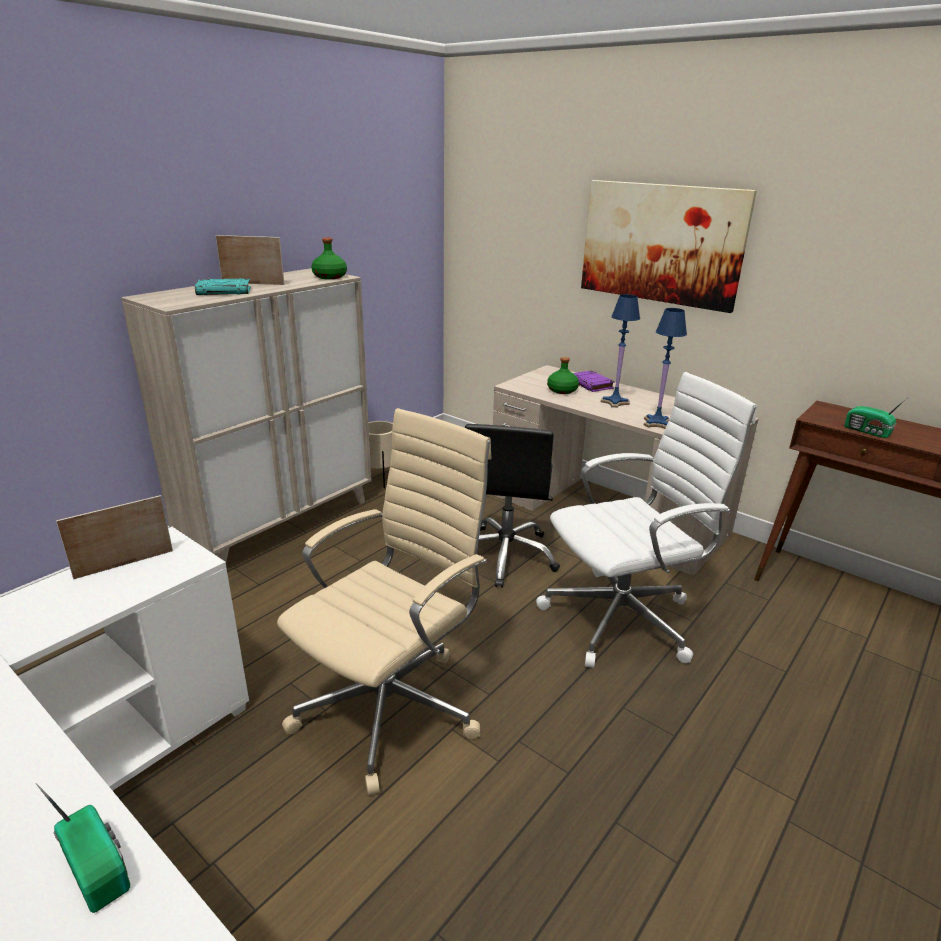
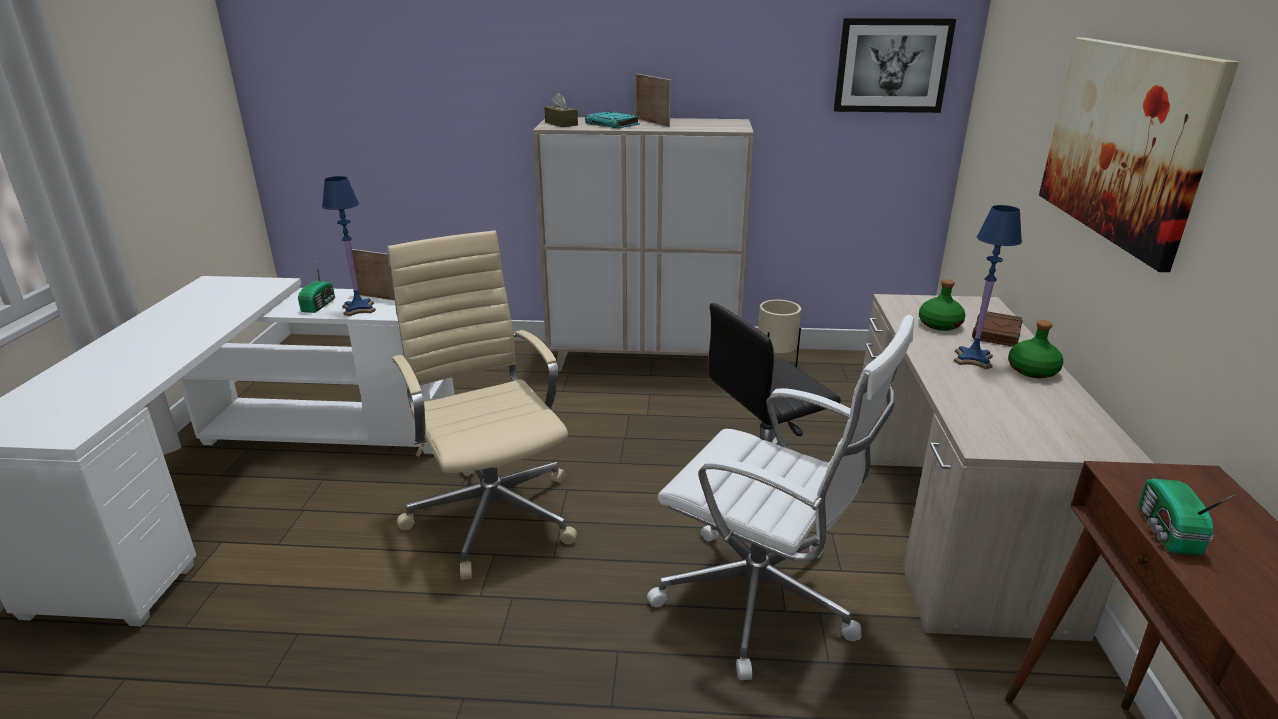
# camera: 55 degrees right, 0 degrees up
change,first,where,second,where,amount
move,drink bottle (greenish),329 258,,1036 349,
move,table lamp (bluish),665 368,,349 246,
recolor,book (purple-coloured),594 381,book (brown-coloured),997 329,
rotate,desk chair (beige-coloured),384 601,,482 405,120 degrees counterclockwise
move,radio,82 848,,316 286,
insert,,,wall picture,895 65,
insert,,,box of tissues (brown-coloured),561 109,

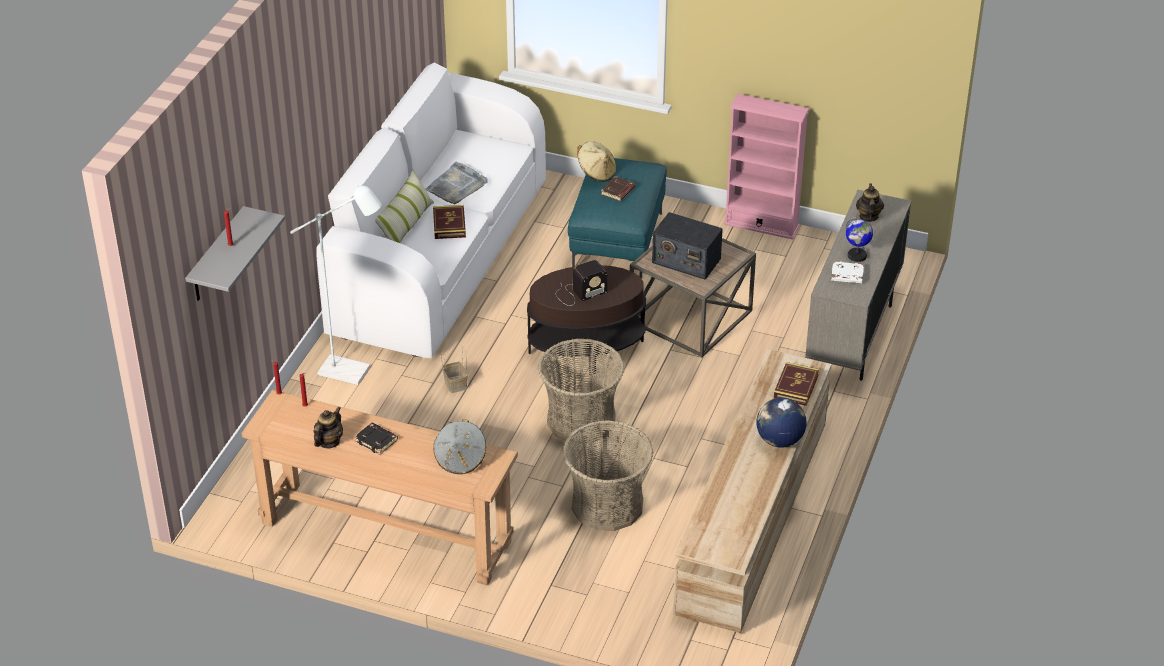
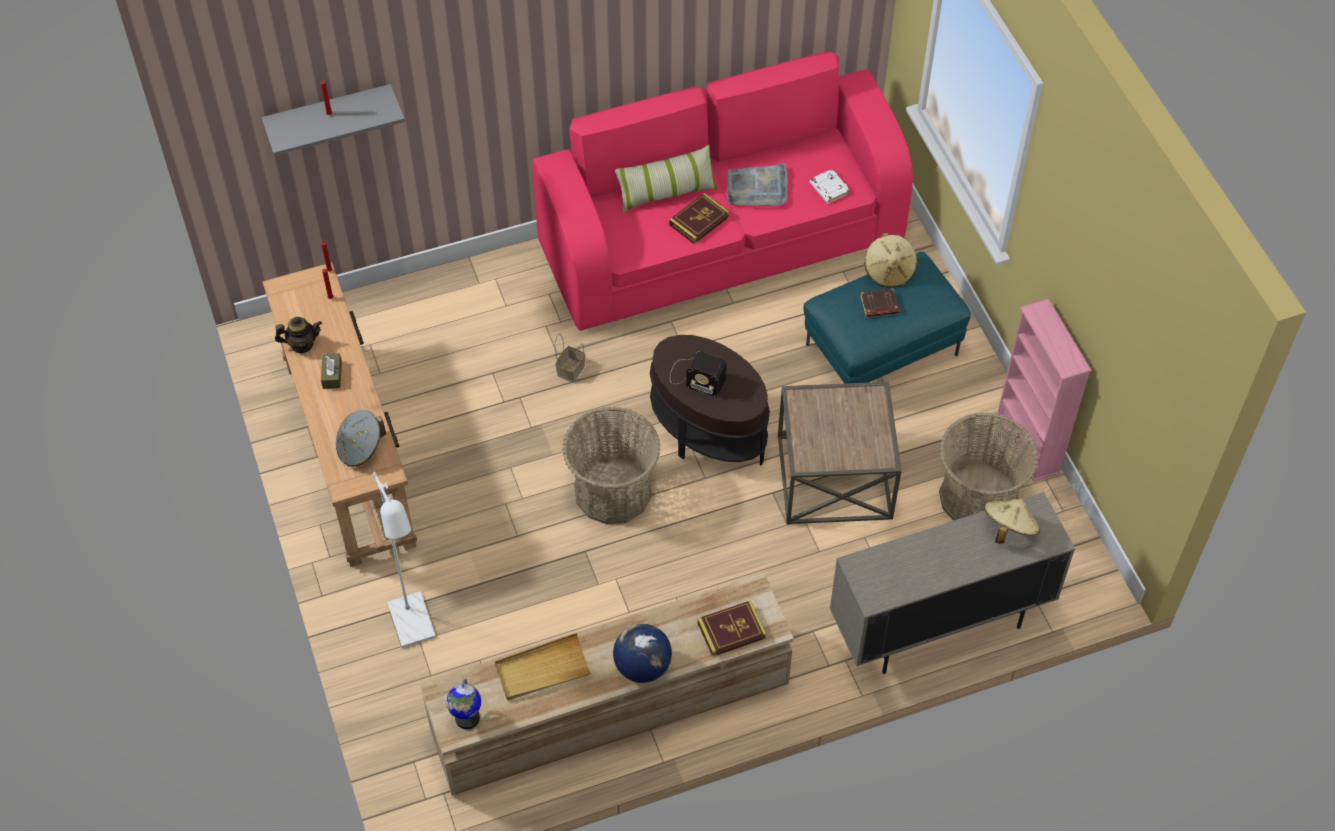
# camera: 50 degrees right, 15 degrees up
change,first,where,second,where,amount
recolor,settee (white),431 210,settee (pink-coloured),722 191,
replace,teapot,870 202,wearable hat (beige-coloured),1012 521,
move,floor lamp (white),336 284,,404 560,
delete,radio,687 246,,,
move,desk globe,859 239,,463 704,
move,book (white),847 272,,829 186,
move,storage basket,608 476,,988 467,
replace,book (blackish),376 438,box of tissues (brown-coloured),331 371,
insert,,,tray (beige-coloured),543 666,

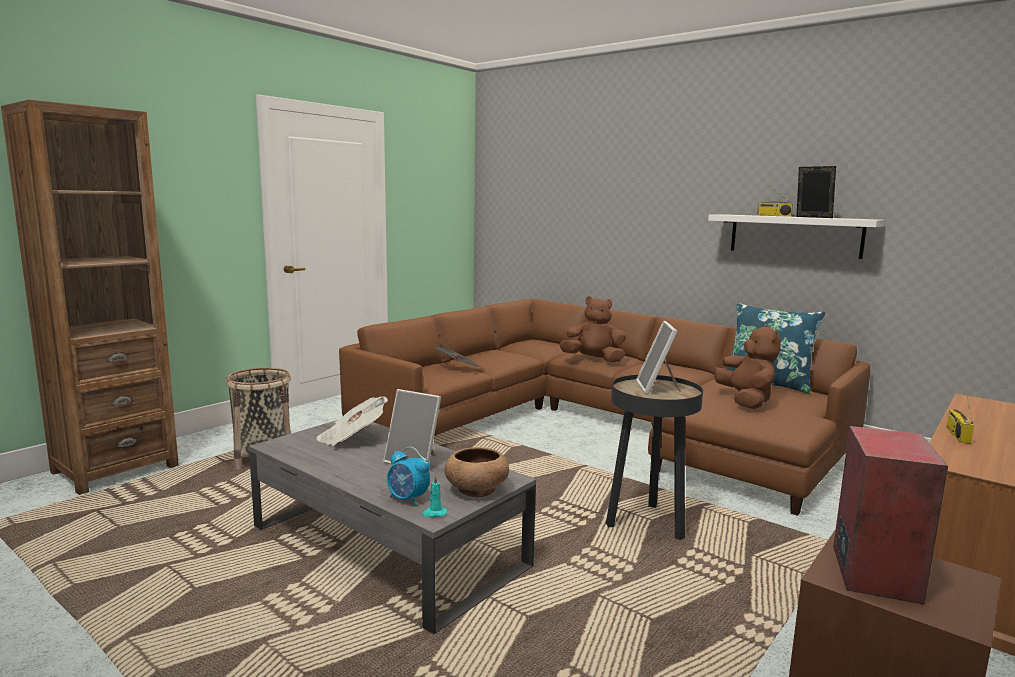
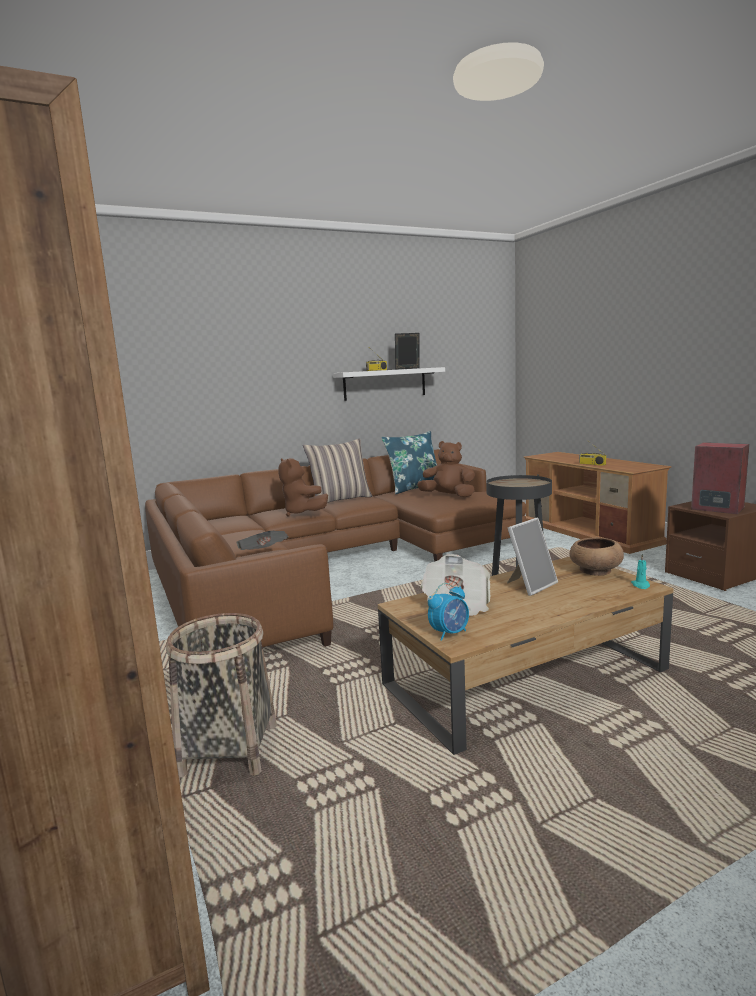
# camera: 65 degrees left, 0 degrees up
change,first,where,second,where,amount
rotate,plush toy (brown-coloured),592 329,,303 487,75 degrees counterclockwise
delete,picture frame,658 358,,,
recolor,coffee table (gray),392 527,coffee table (brown-coloured),526 656,
move,table clock,408 476,,448 612,
insert,,,pillow,337 471,

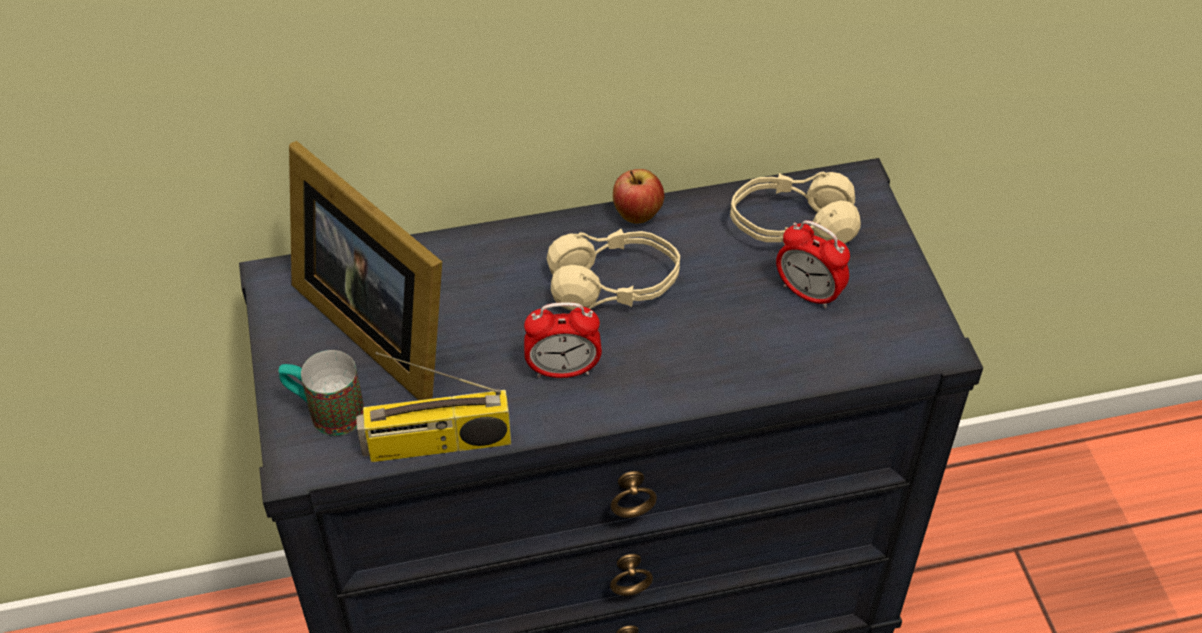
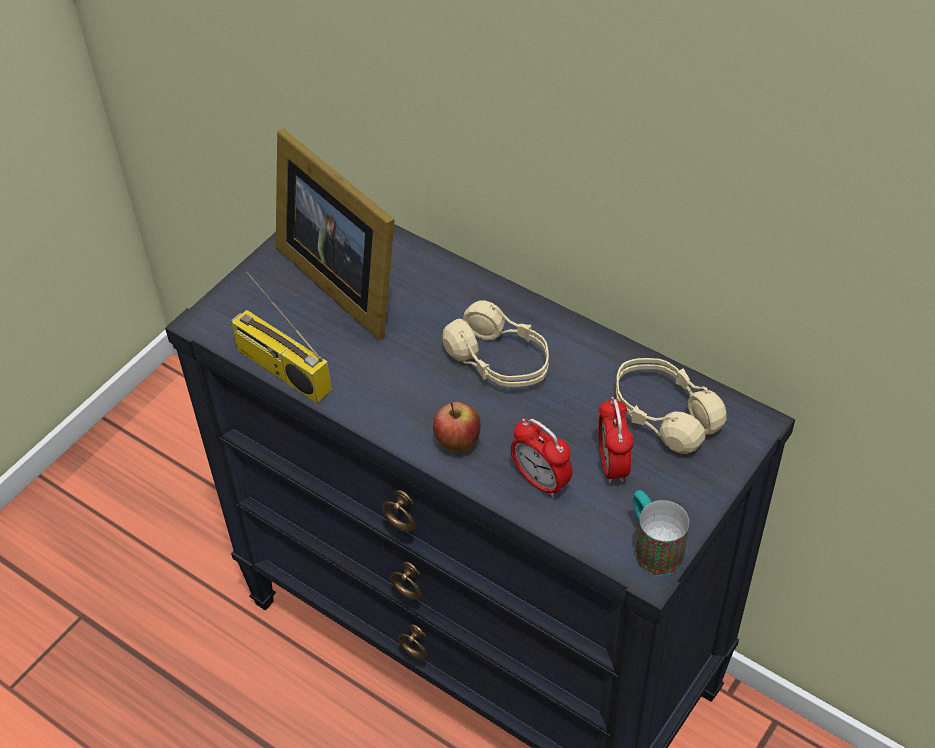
# camera: 50 degrees right, 0 degrees up
change,first,where,second,where,amount
rotate,picture frame,365 270,,335 234,45 degrees counterclockwise
move,whole apple,638 196,,457 427,
move,table clock,563 340,,541 458,
move,tea mug,321 393,,661 533,

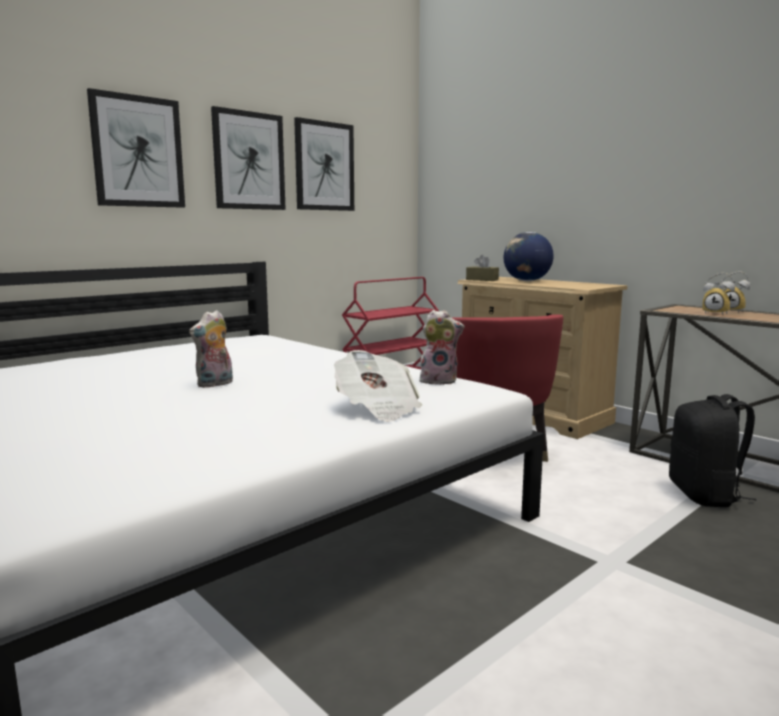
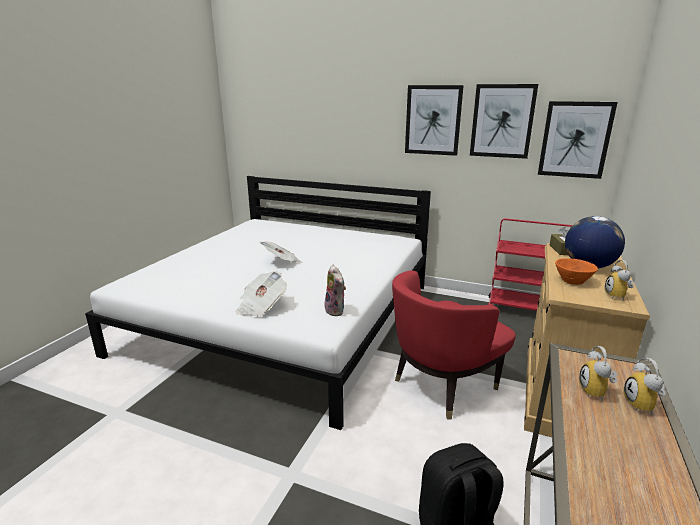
# camera: 65 degrees right, 10 degrees up
change,first,where,second,where,amount
move,wall picture,136 148,,578 140,
replace,plush toy,211 349,printed paper,281 252,
insert,,,bowl (orangey),576 271,
insert,,,table clock,619 280,

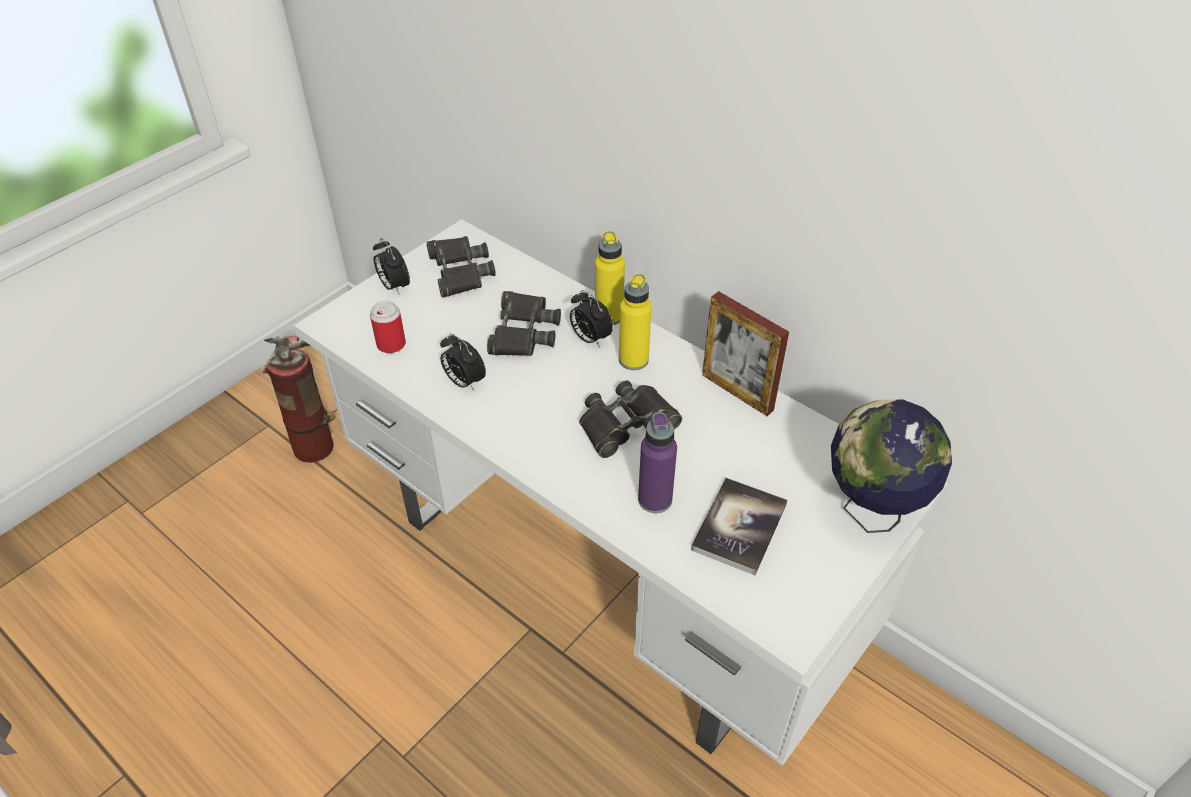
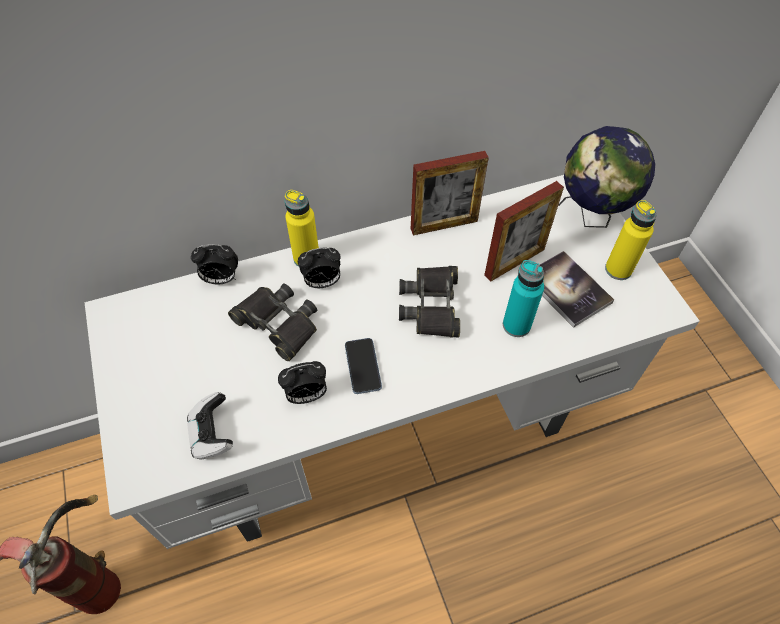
# camera: 60 degrees left, 10 degrees up
change,first,where,second,where,amount
delete,pair of binoculars (blackish),461 266,,,
move,table clock,391 266,,214 264,
move,drink bottle (yellow-coloured),635 322,,630 240,
replace,metal can,388 327,joypad,210 425,
recolor,drink bottle (purple-coloured),657 462,drink bottle (blue-green),523 298,
insert,,,picture frame,524 231,
insert,,,handset,363 366,

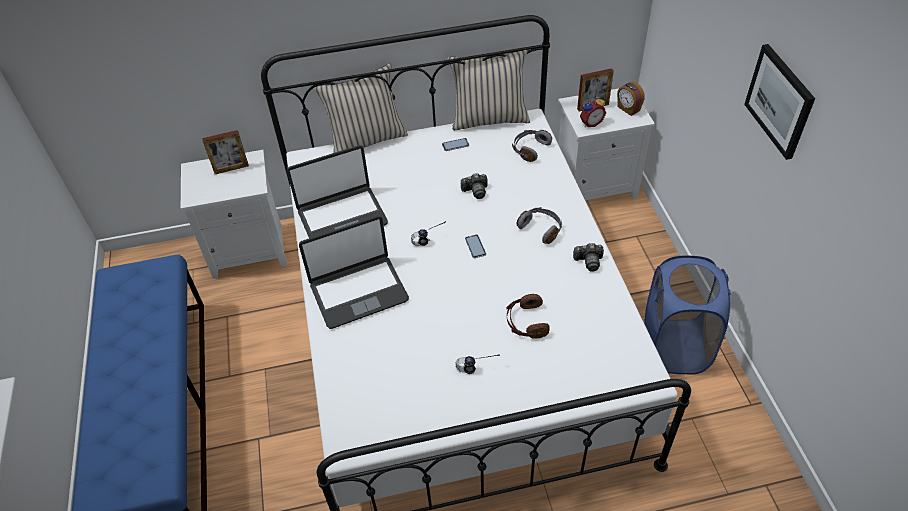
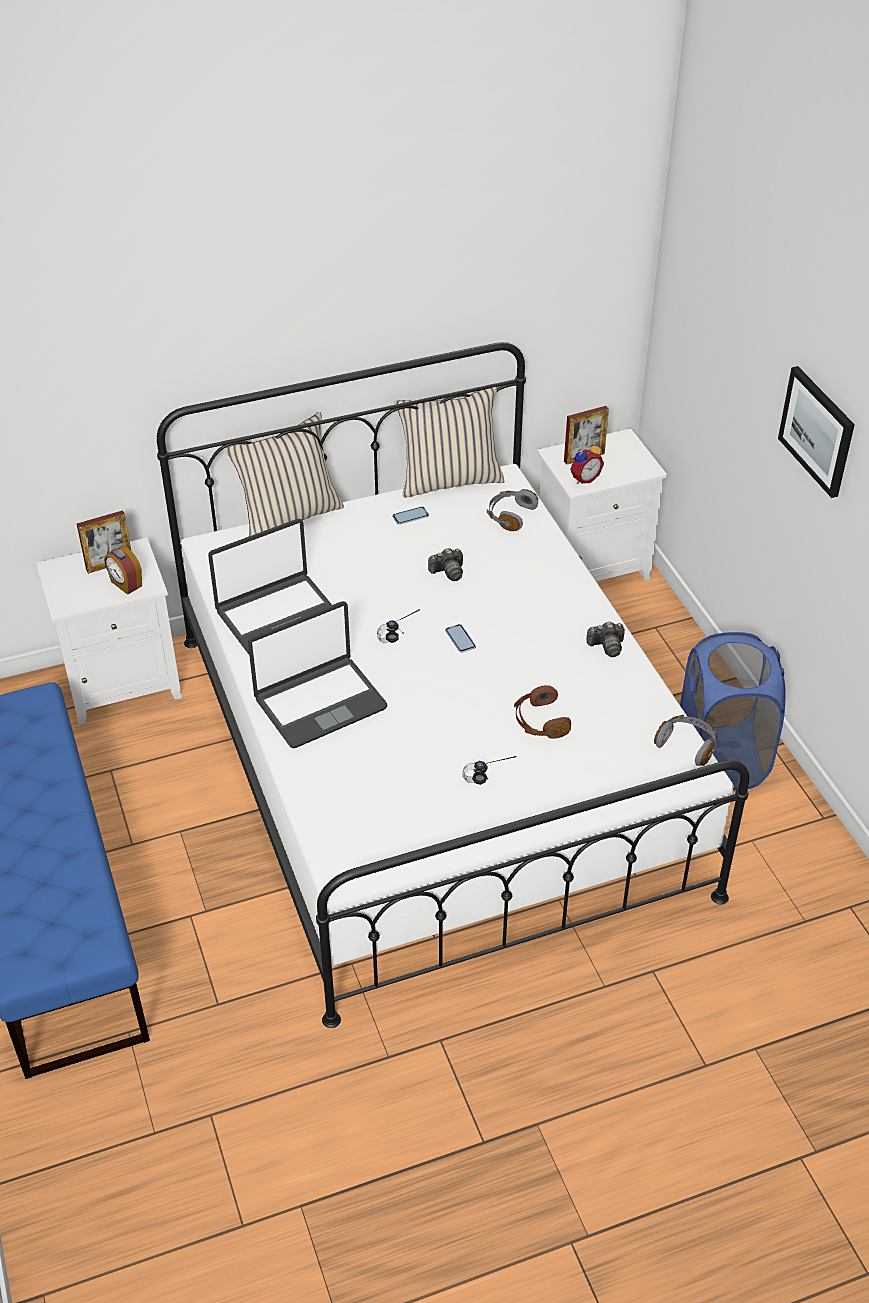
# camera: 10 degrees left, 5 degrees down
change,first,where,second,where,amount
move,table clock,631 98,,123 570,
move,headset (gray),539 225,,685 740,

